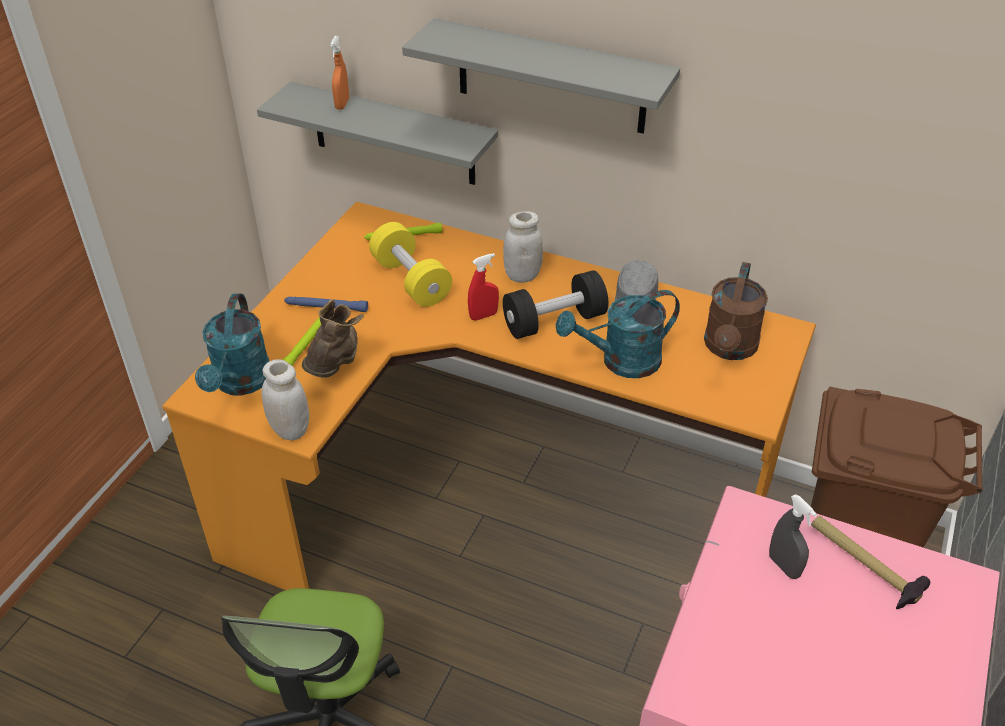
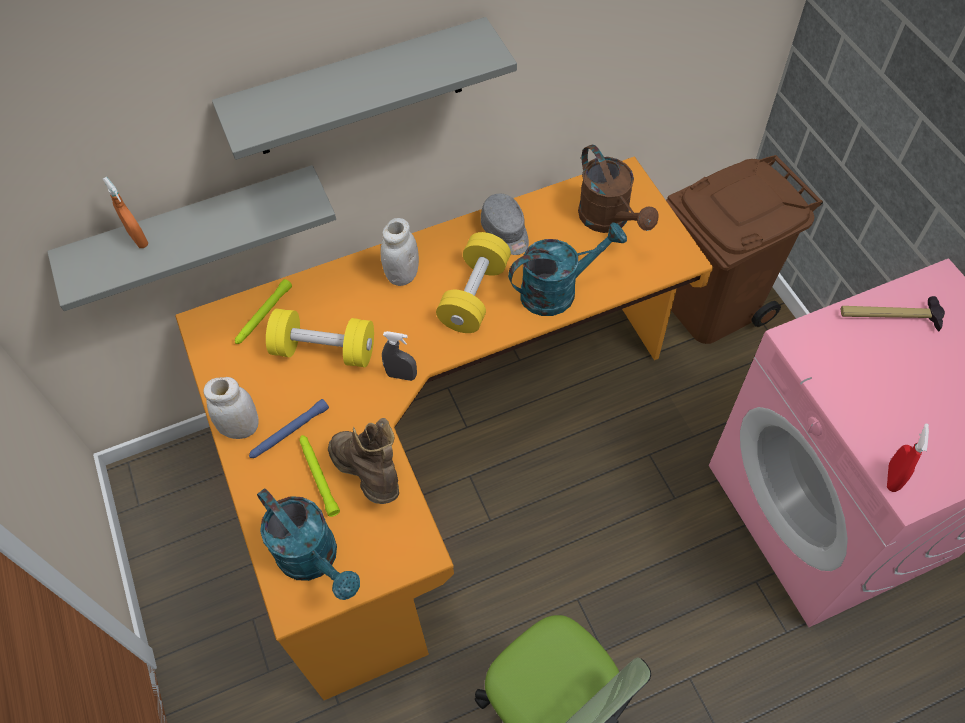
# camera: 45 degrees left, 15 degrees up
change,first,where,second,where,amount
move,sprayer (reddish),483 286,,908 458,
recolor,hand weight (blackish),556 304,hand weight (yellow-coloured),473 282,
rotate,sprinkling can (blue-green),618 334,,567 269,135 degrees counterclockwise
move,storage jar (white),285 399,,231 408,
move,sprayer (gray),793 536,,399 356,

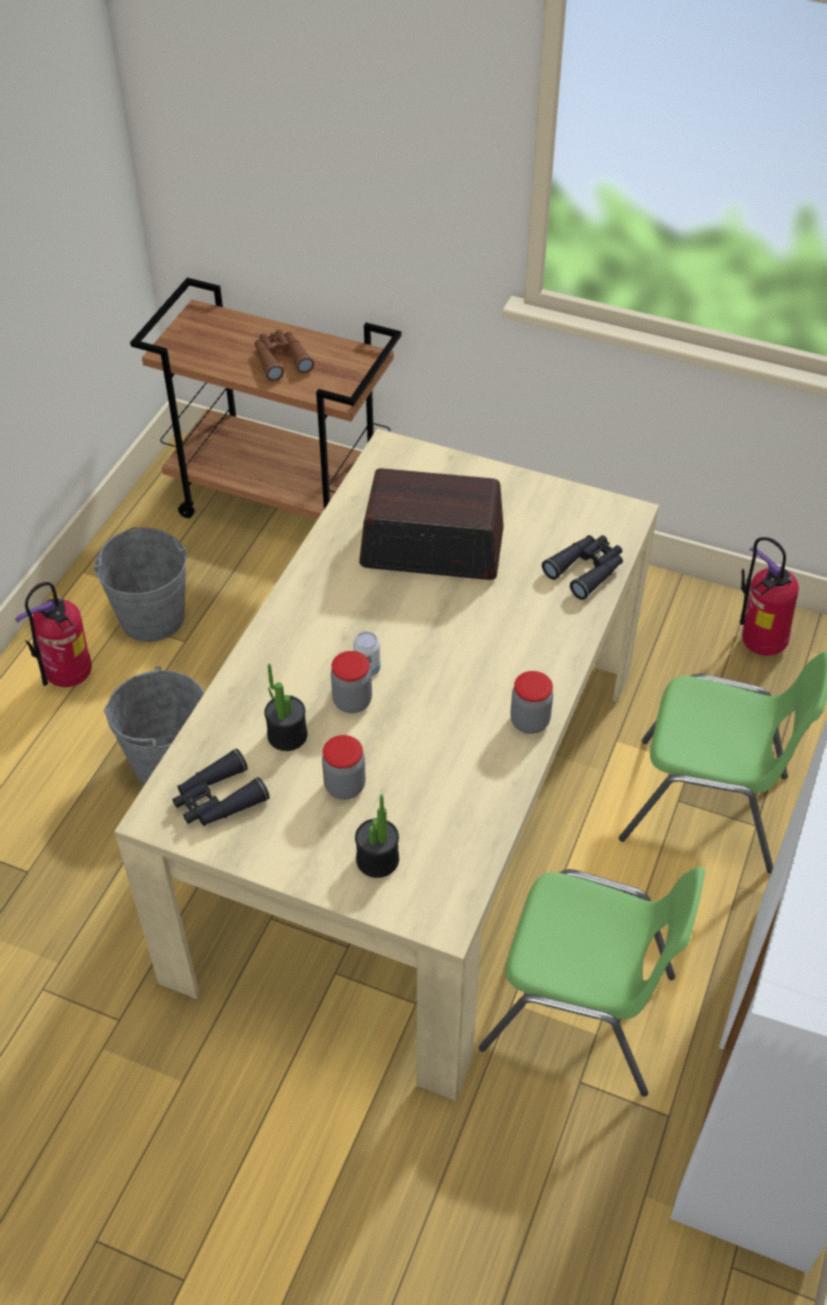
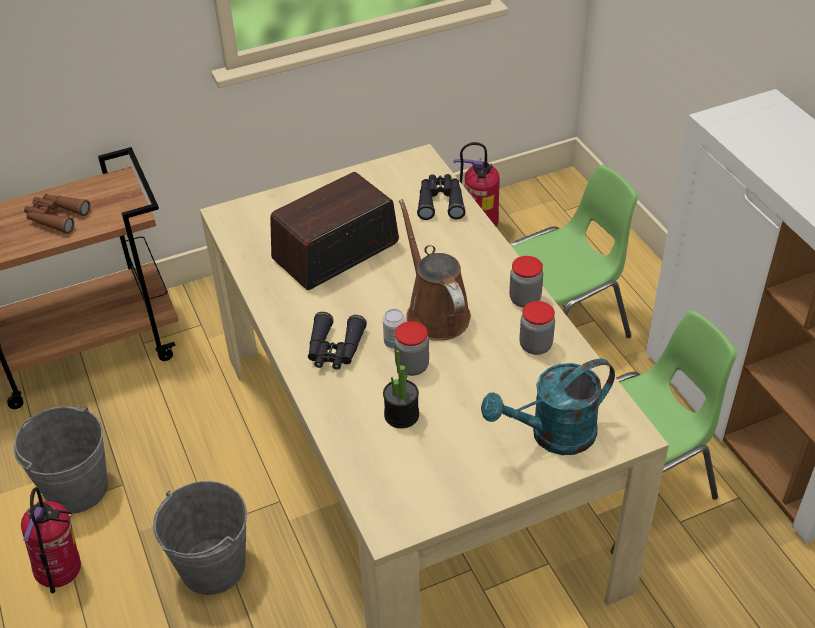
# camera: 45 degrees left, 5 degrees down
change,first,where,second,where,amount
move,storage jar,344 767,,537 328,
move,pair of binoculars (blackish),221 787,,337 341,
replace,potted plant,377 836,sprinkling can (blue-green),548 406,
insert,,,sprinkling can (brown-coloured),435 270,

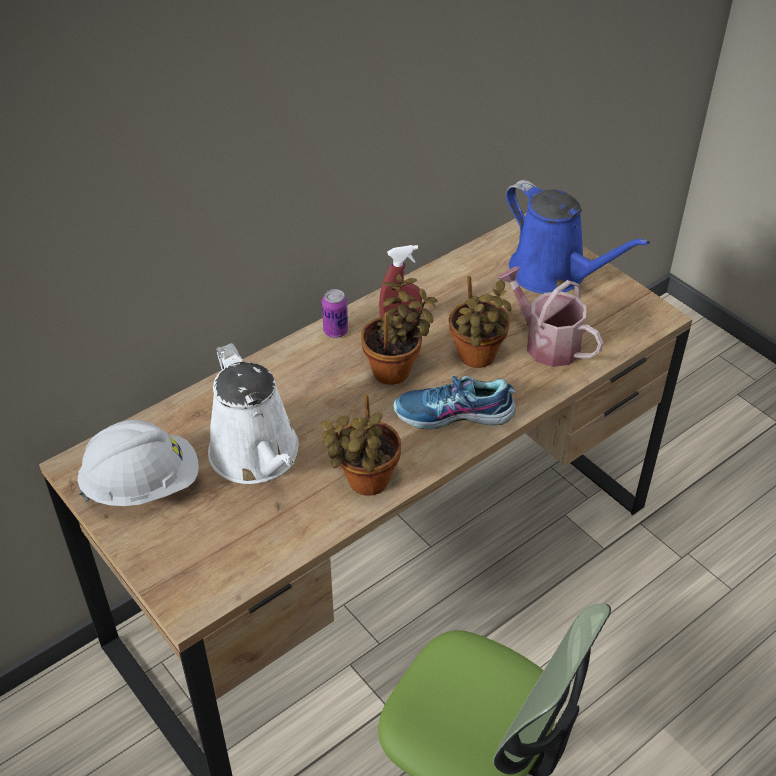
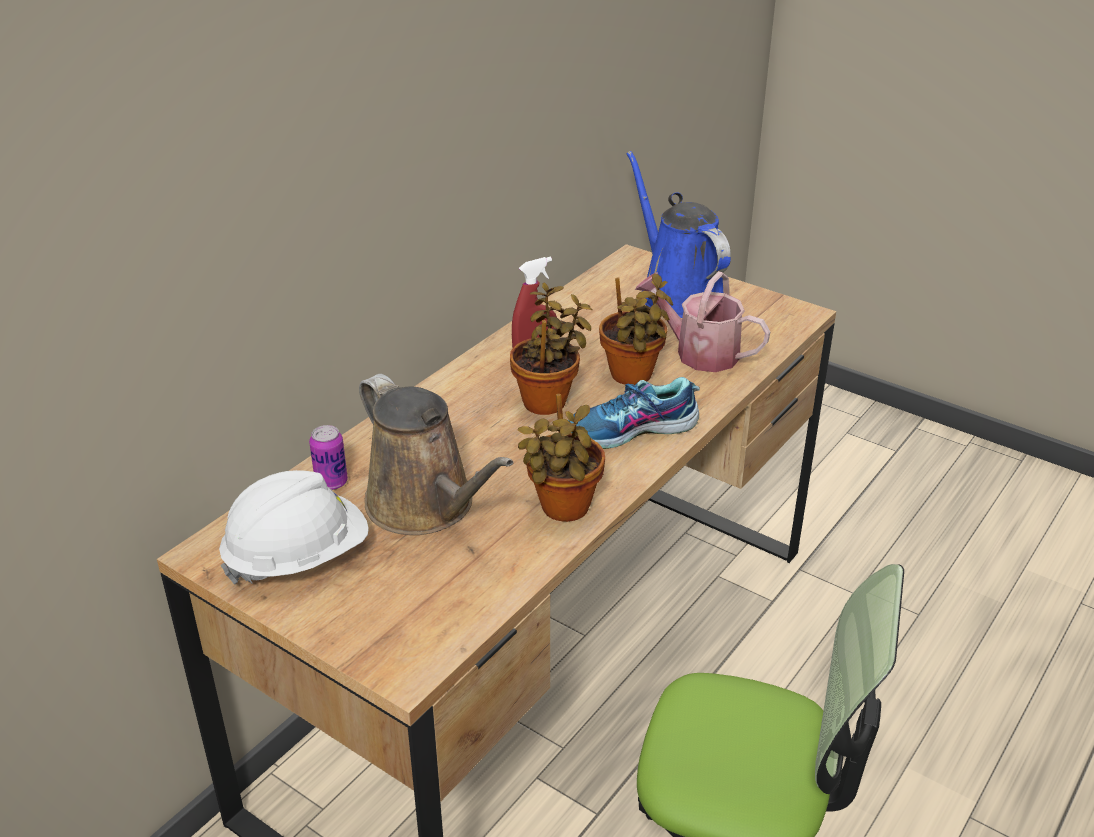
# camera: 15 degrees left, 10 degrees down
change,first,where,second,where,amount
rotate,sprinkling can (bluish),578 237,,678 234,150 degrees counterclockwise
move,metal can,335 313,,328 457,
recolor,sprinkling can (white),253 413,sprinkling can (brown-coloured),436 454,

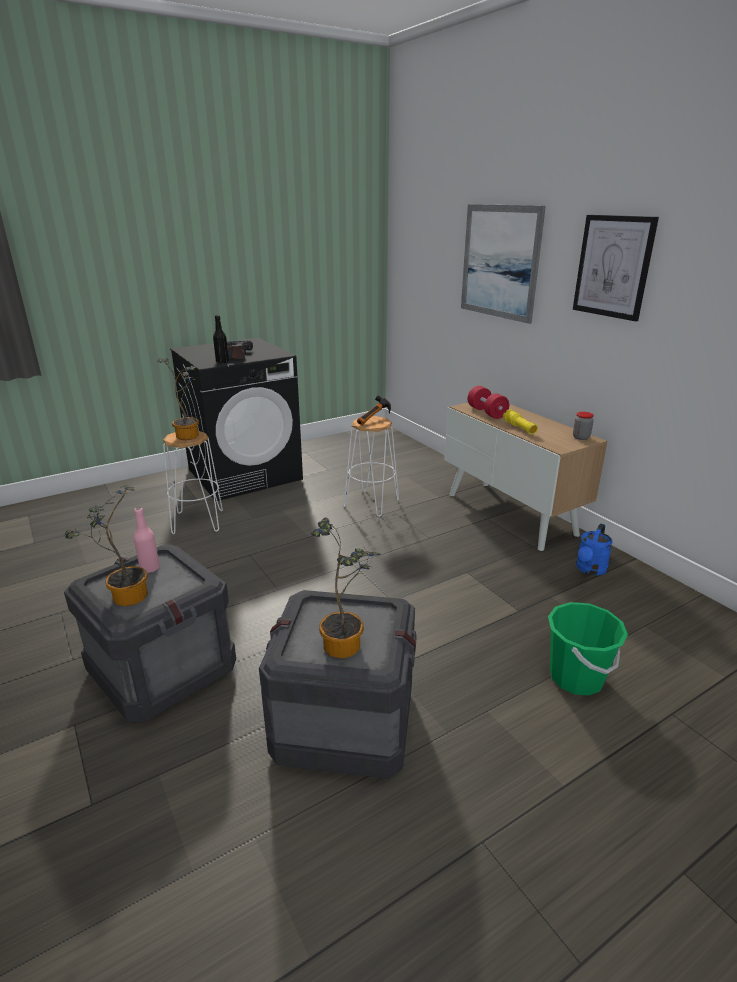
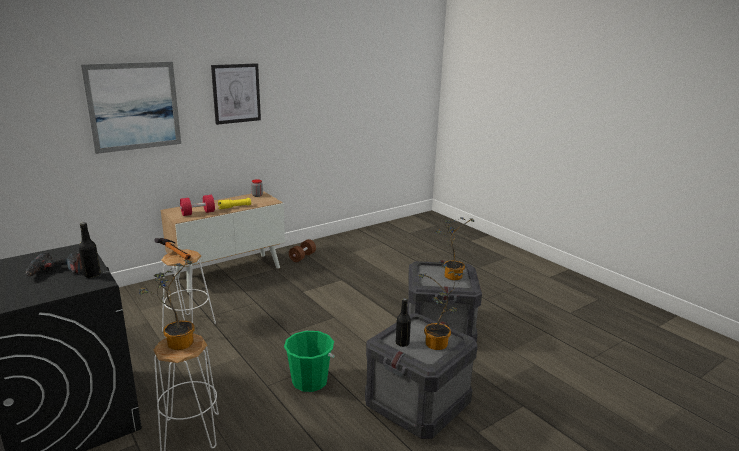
# camera: 95 degrees left, 5 degrees down
change,first,where,second,where,amount
recolor,drink bottle (pink-coloured),146 540,drink bottle (blackish),403 322,
replace,sprinkling can (bluish),594 549,hand weight (brown-coloured),302 250,
move,pail (greenish),588 649,,309 361,

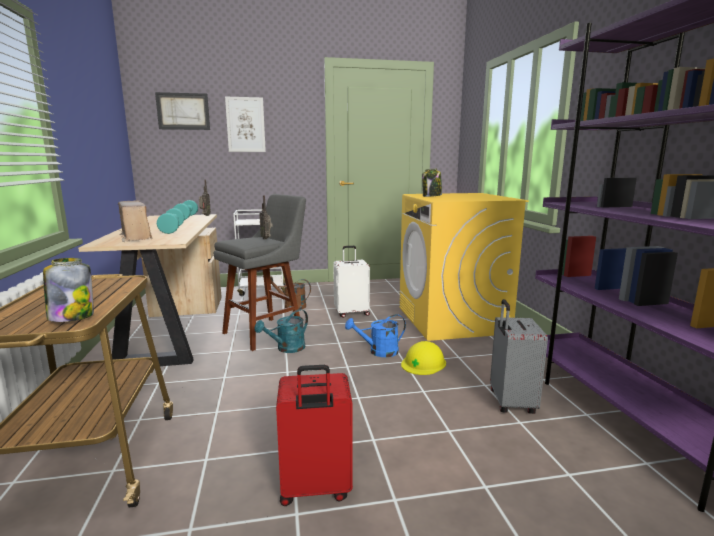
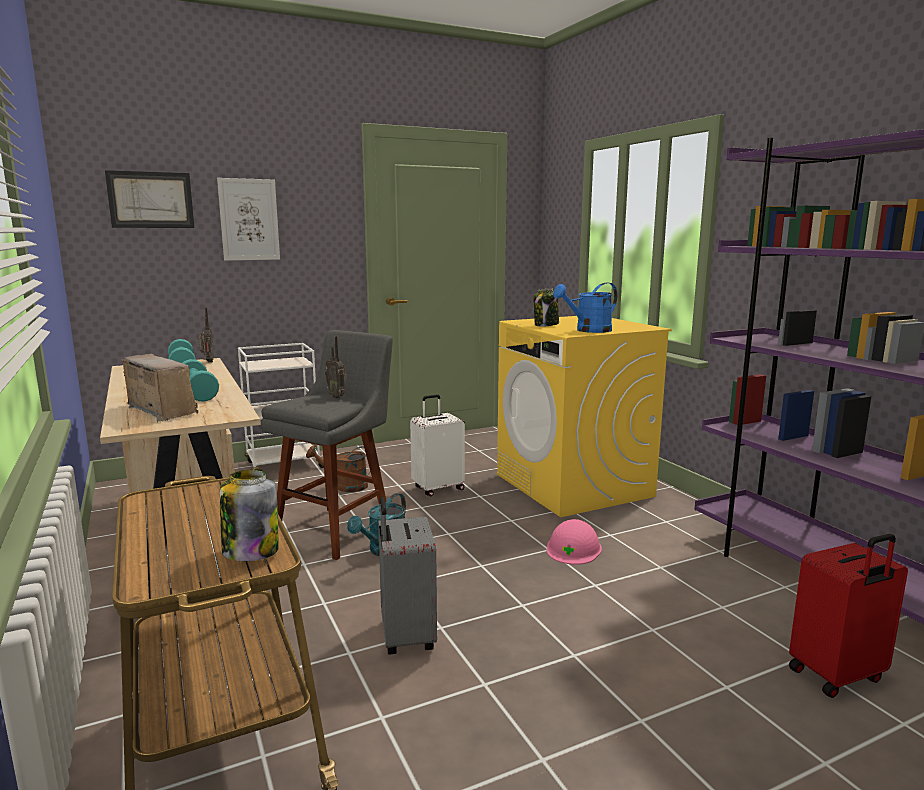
# camera: 15 degrees left, 0 degrees up
change,first,where,second,where,amount
move,suitcase (gray),519 356,,407 575,
move,sprinkling can (bluish),375 335,,585 308,
recolor,safety helmet (yellow-coloured),423 358,safety helmet (pink-coloured),574 542,
move,suitcase (reddish),314 435,,848 616,

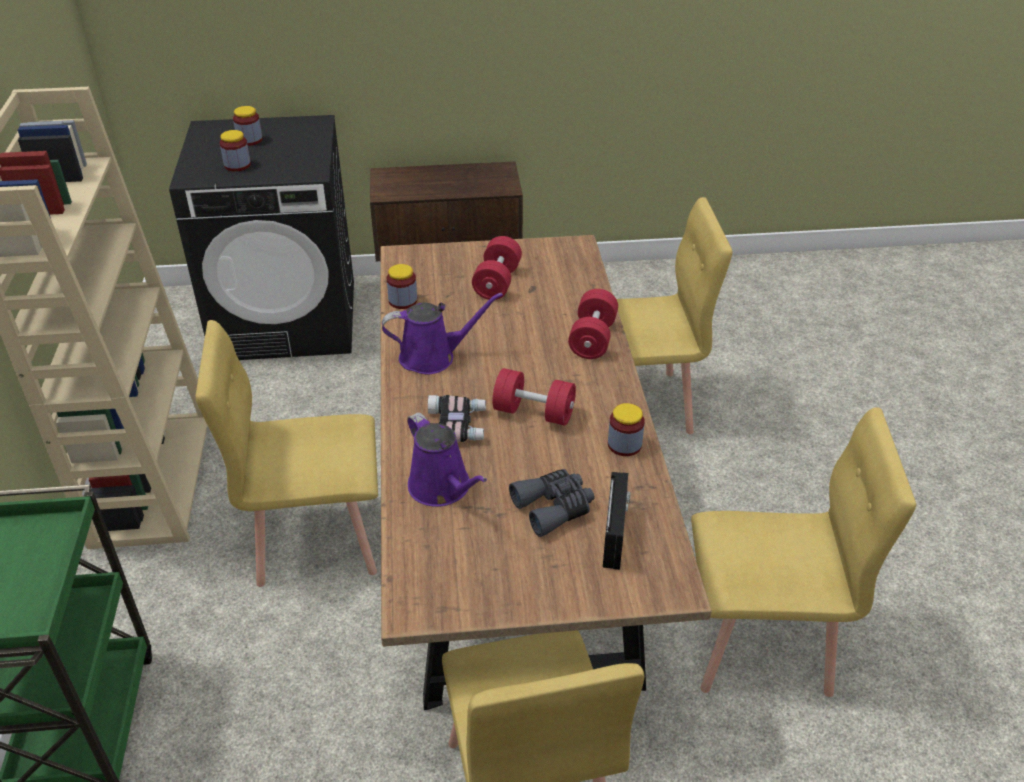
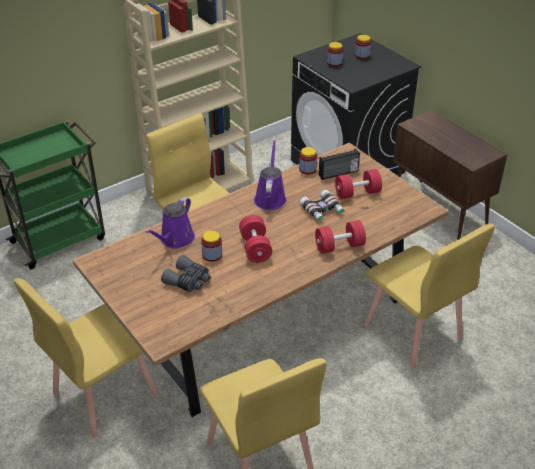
# camera: 60 degrees right, 0 degrees up
change,first,where,second,where,amount
rotate,sprinkling can (purple-coloured),442 333,,270 175,135 degrees counterclockwise
move,pair of binoculars,457 418,,321 205,
move,storage jar,626 429,,211 246,
move,radio,617 521,,339 164,

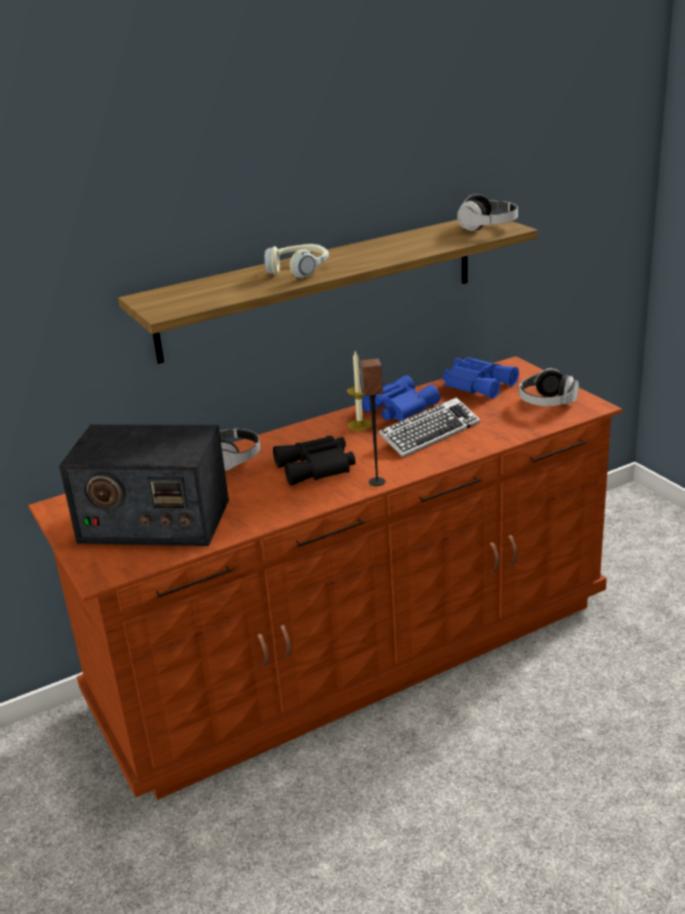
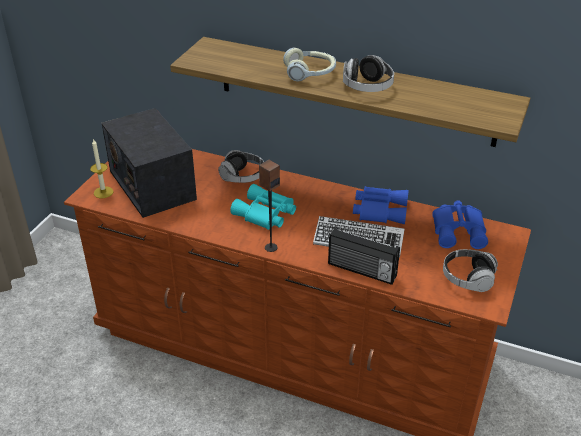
# camera: 50 degrees right, 10 degrees up
change,first,where,second,where,amount
move,headset,487 212,,368 73,
move,candle,359 391,,102 168,
recolor,pair of binoculars (blackish),314 460,pair of binoculars (blue-green),263 207,
insert,,,radio,364 256,

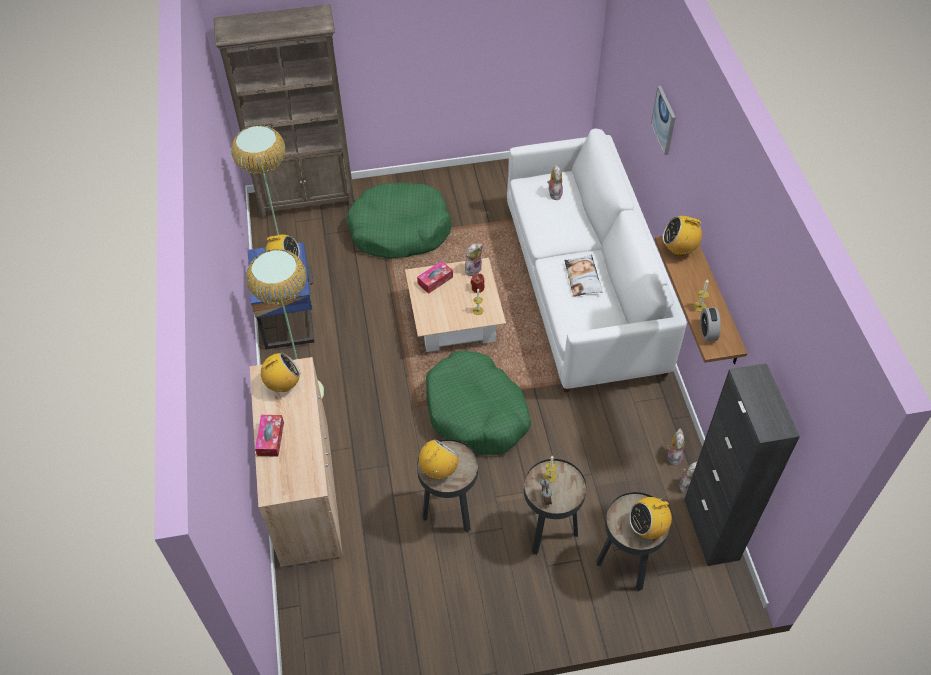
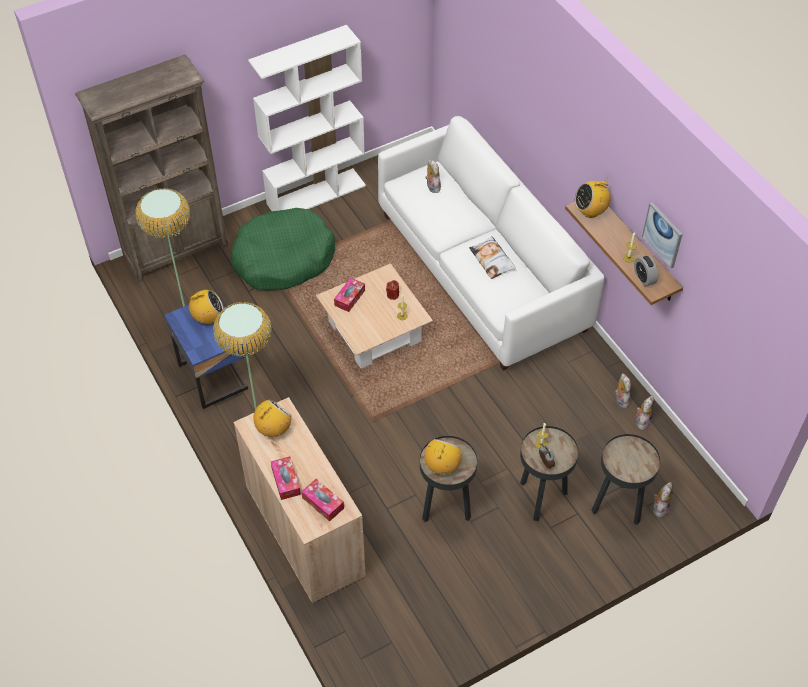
# camera: 20 degrees left, 0 degrees up
change,first,where,second,where,amount
move,wall picture,663 120,,662 235,
move,plush toy,474 260,,662 499,
delete,pet bed (greenish),478 403,,,
delete,storage cabinet (blackish),742 464,,,
delete,radio,650 516,,,
insert,,,bookcase (white),307 118,
insert,,,box of tissues,322 500,

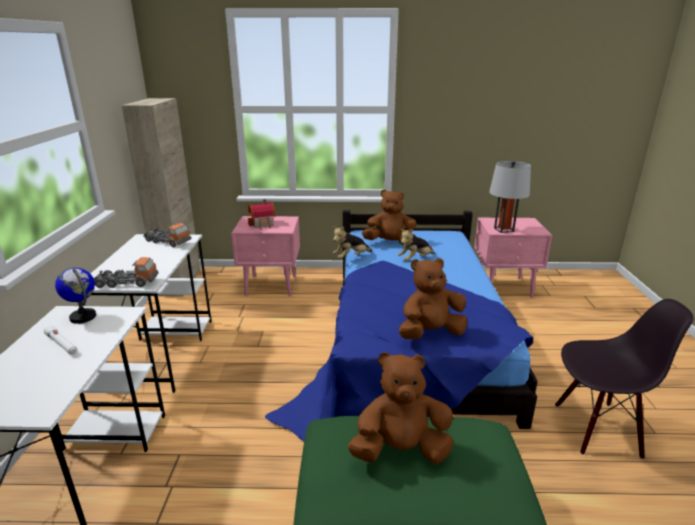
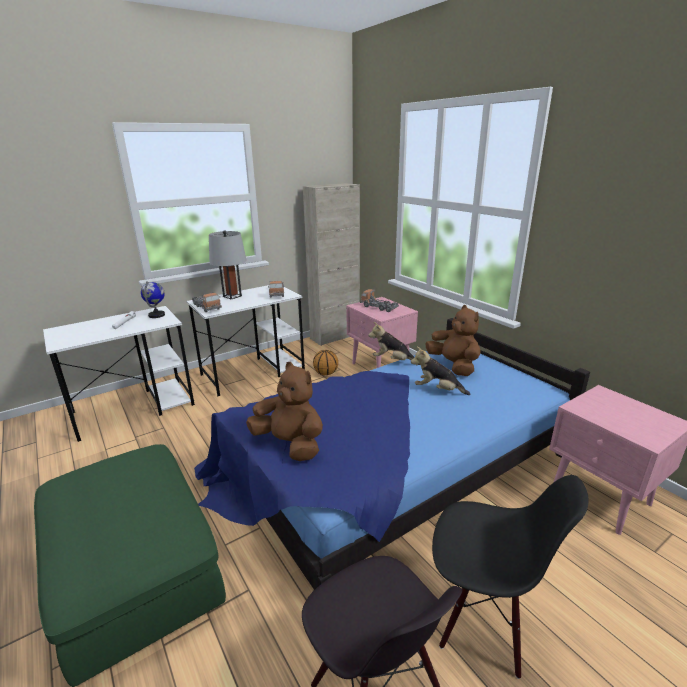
# camera: 55 degrees right, 0 degrees up
change,first,where,second,where,amount
move,table lamp (gray),510 197,,228 264,
replace,model house,262 214,toy lorry,379 300,
delete,plush toy (brown-coloured),401 408,,,
insert,,,basketball,325 362,
insert,,,chair (blackish),510 577,

